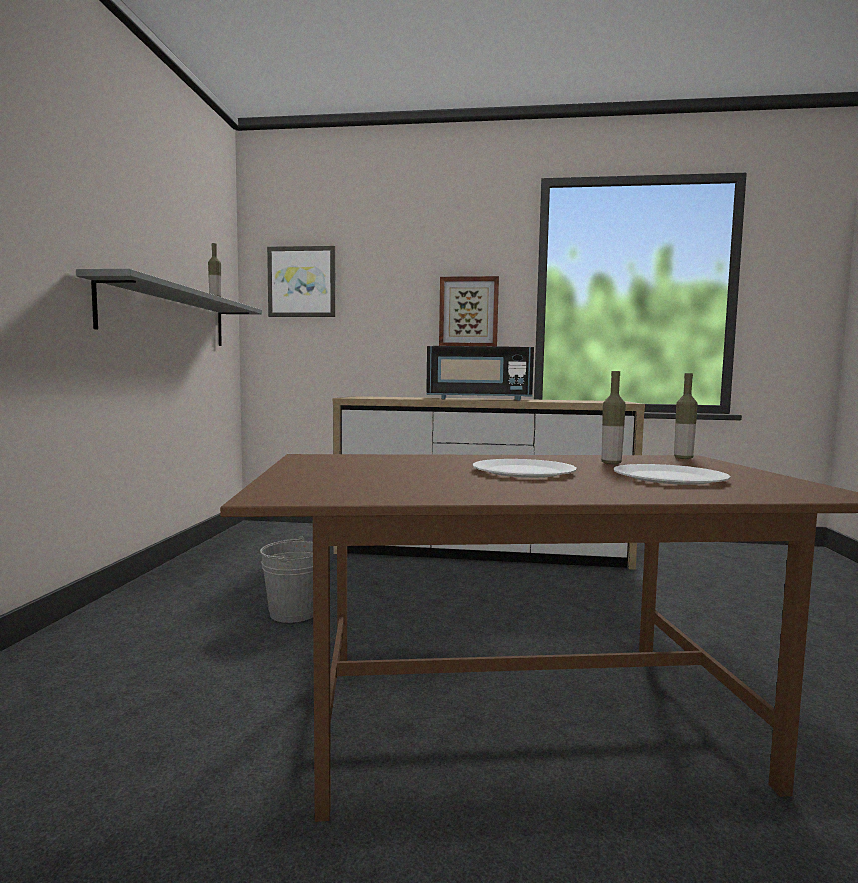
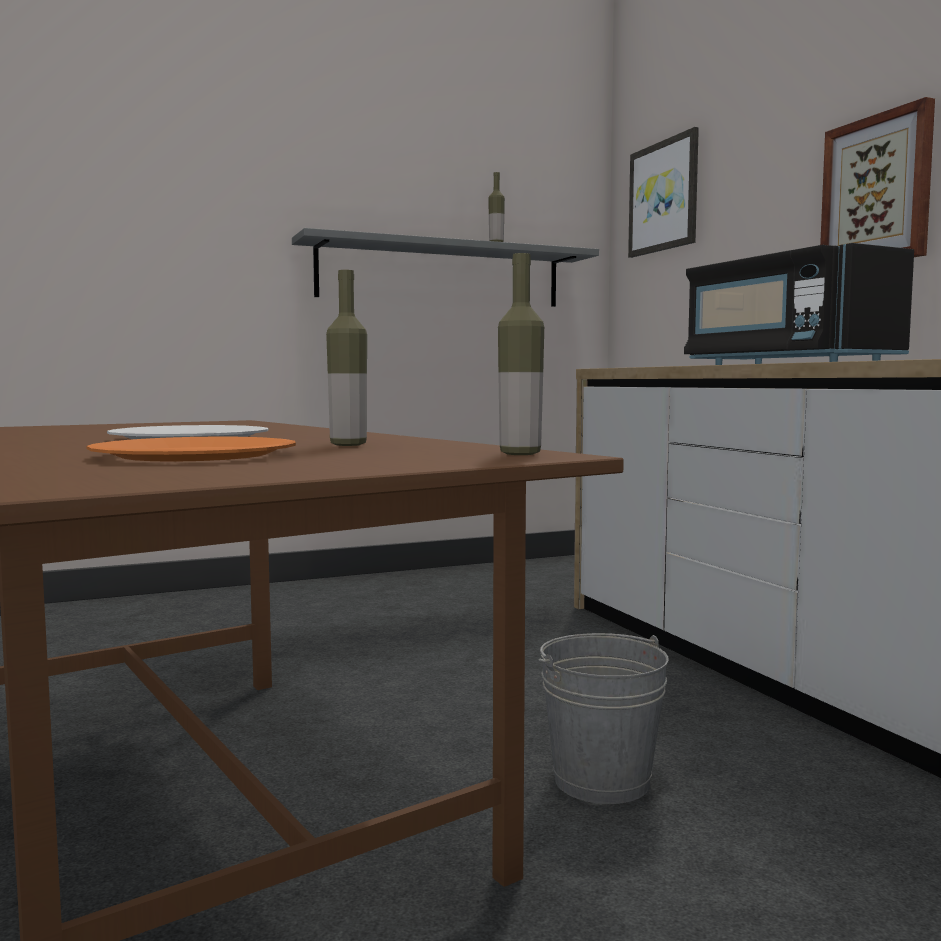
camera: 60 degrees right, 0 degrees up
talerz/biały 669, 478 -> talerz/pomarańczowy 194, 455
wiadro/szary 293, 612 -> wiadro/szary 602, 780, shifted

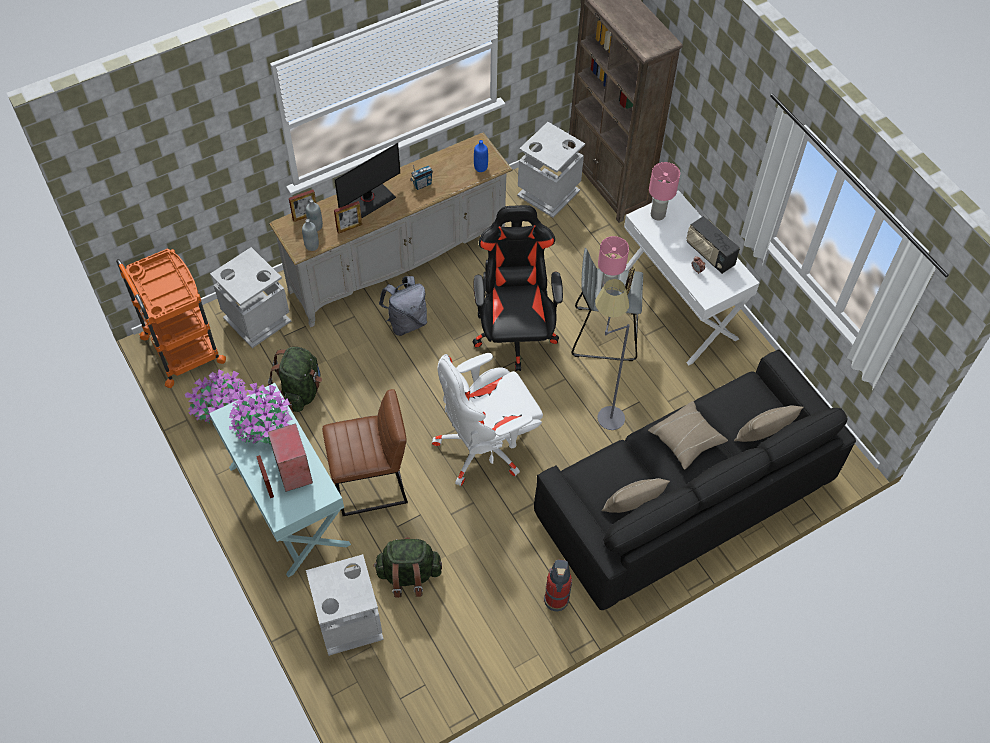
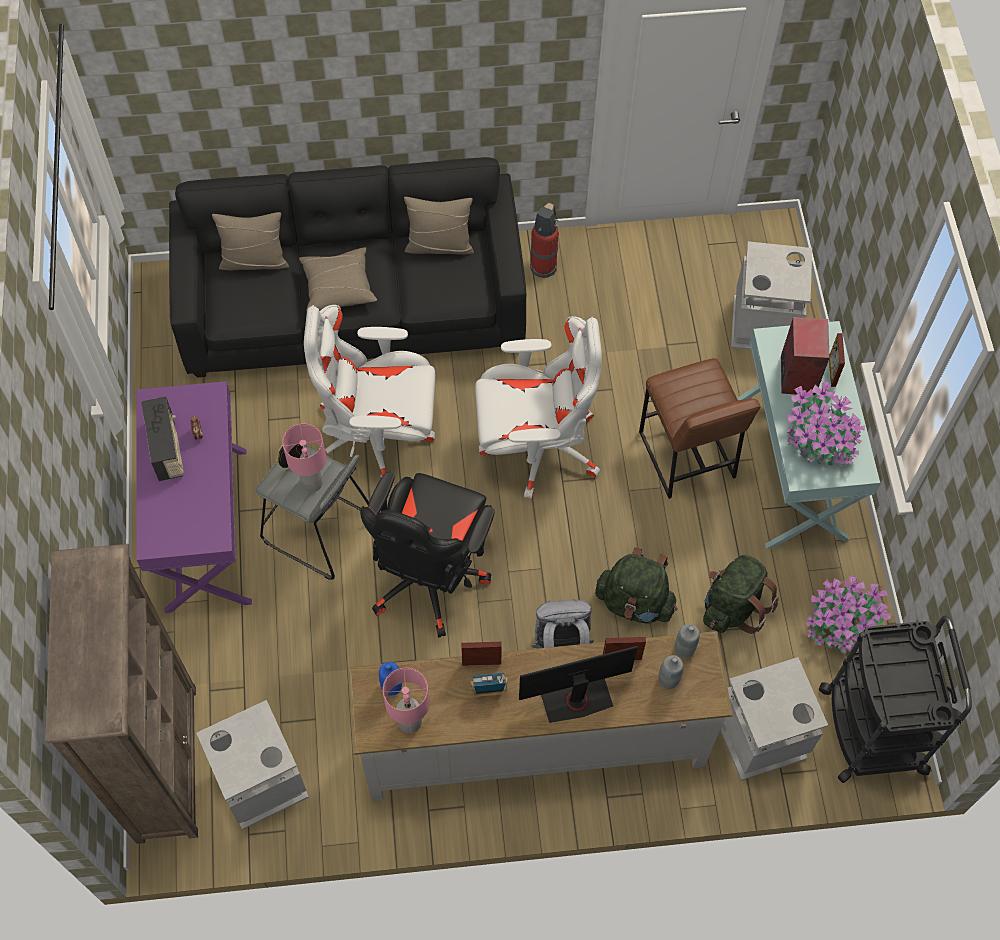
camera: 155 degrees left, 5 degrees up
biurko/biały 678, 307 -> biurko/fioletowy 205, 529
lampa stojąca/szary 602, 409 -> krzesło biurowe/biały 380, 437
lampa stołowa/różowy 657, 215 -> lampa stołowa/różowy 410, 722, shifted
ramka na zdjęcie 305, 216 -> ramka na zdjęcie 481, 662, shifted
plecak/zielony 409, 575 -> plecak/zielony 635, 602, shifted
krzesło/brązowy 371, 483 -> krzesło/brązowy 687, 456, 120 degrees counterclockwise
wózek/pomarańczowy 184, 350 -> wózek/czarny 871, 729

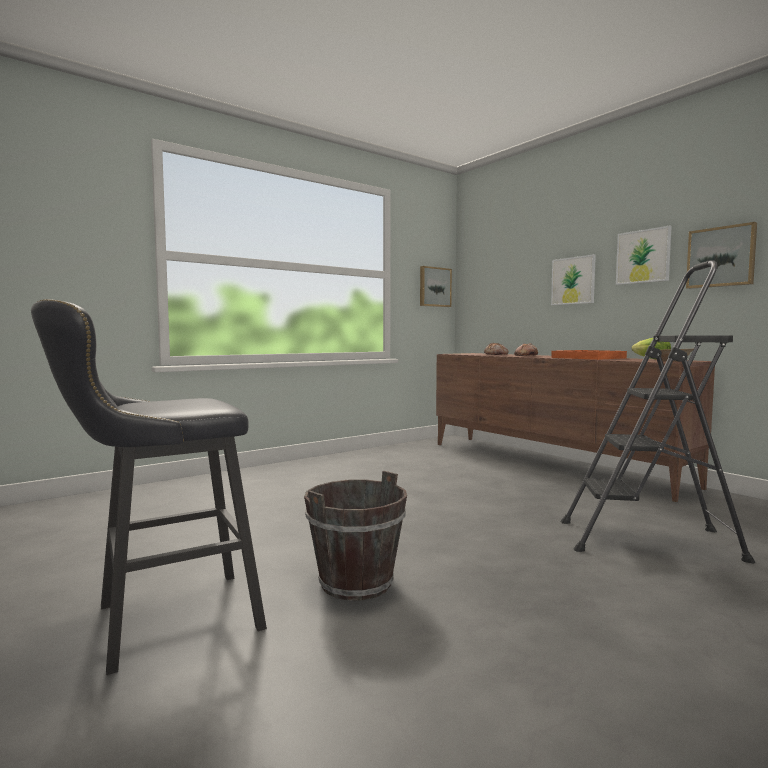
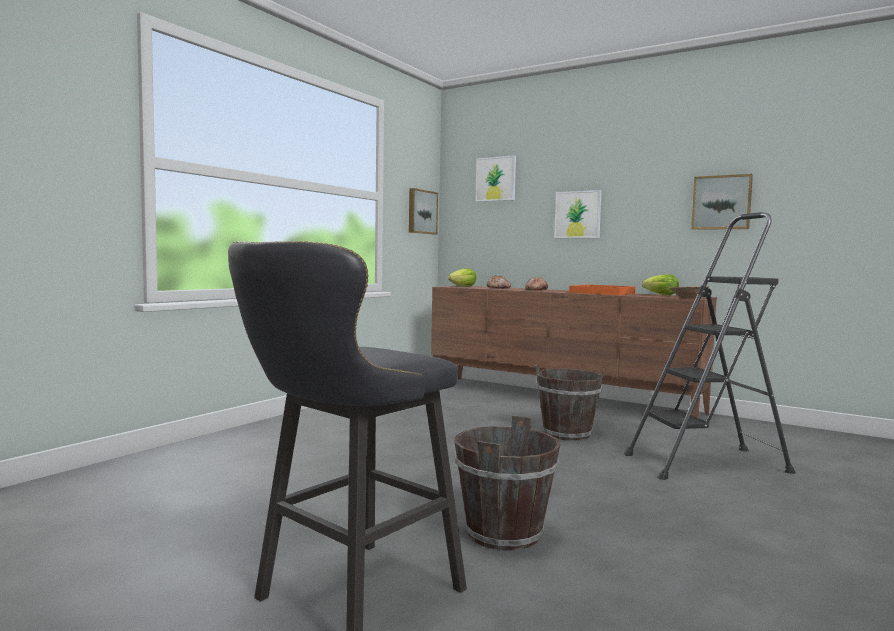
camera: 20 degrees left, 0 degrees up
none -> sałata 463, 286
obraz 643, 256 -> obraz 495, 179, shifted
none -> wiadro/brązowy 566, 434

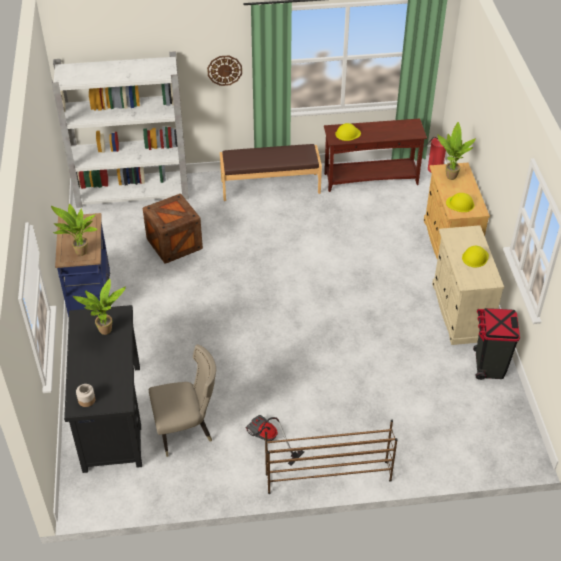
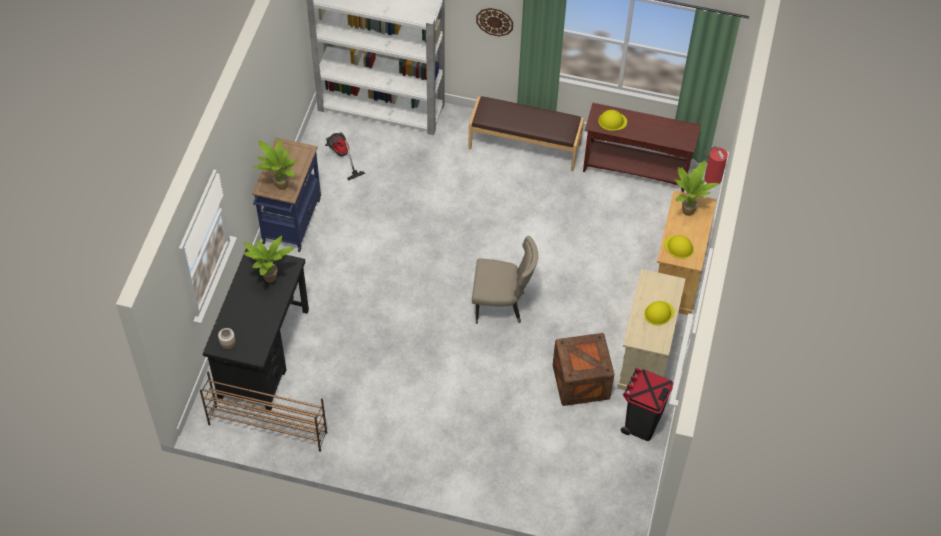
camera: 20 degrees right, 10 degrees up
regał na buty/brązowy 327, 477 -> regał na buty/brązowy 267, 428, shifted
odkurzacz 268, 440 -> odkurzacz 341, 155, shifted
krzesło/beżowy 187, 430 -> krzesło/beżowy 502, 305, shifted
skrzynka 174, 244 -> skrzynka 581, 382, shifted

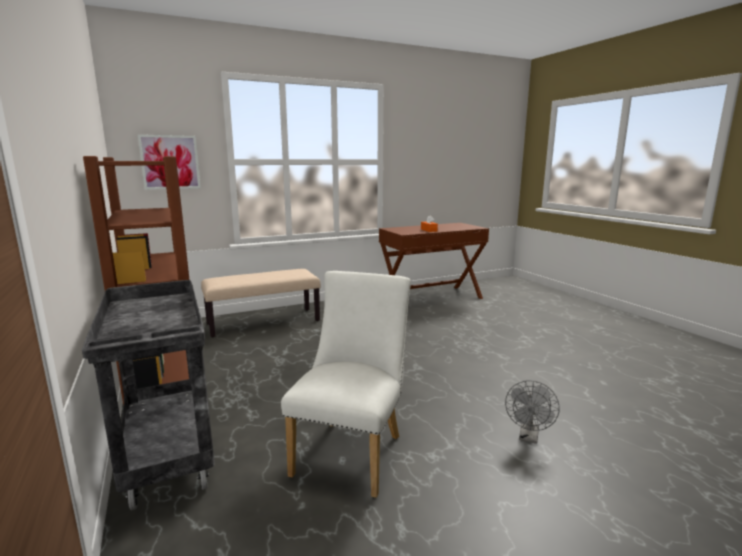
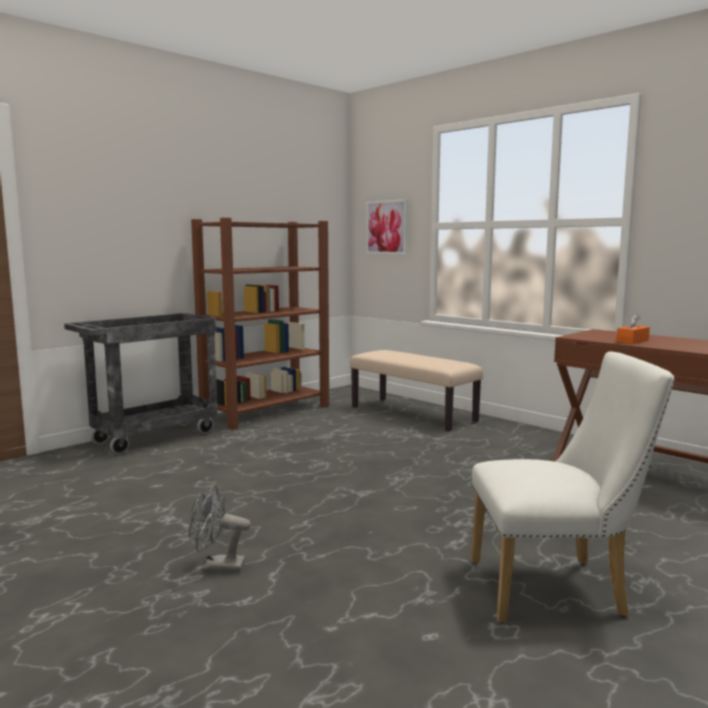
camera: 70 degrees right, 5 degrees down
krzesło/biały 352, 450 -> krzesło/biały 557, 588, shifted

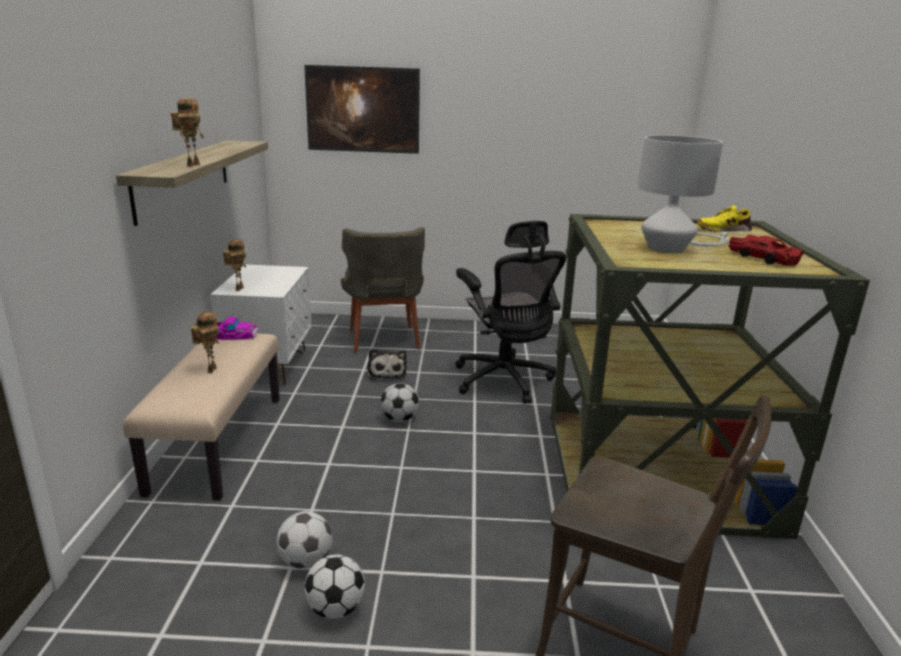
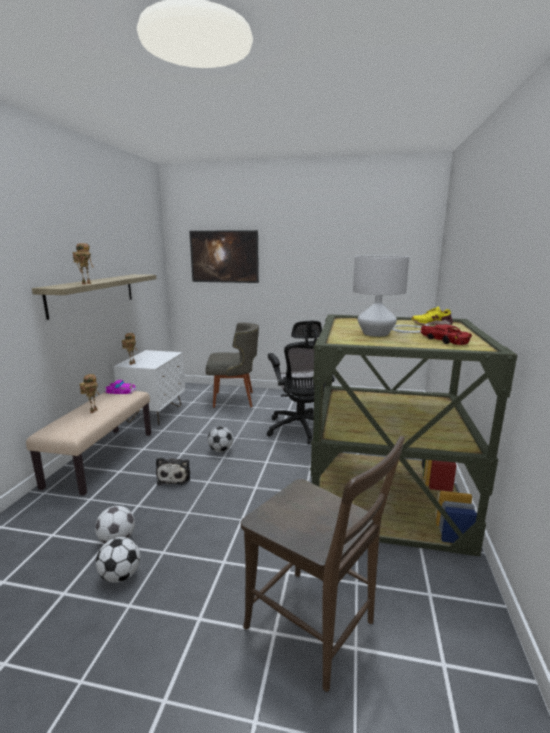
camera: 10 degrees right, 5 degrees down
pluszak 386, 372 -> pluszak 175, 477, shifted
krzesło/szary 384, 339 -> krzesło/szary 233, 400, 90 degrees counterclockwise

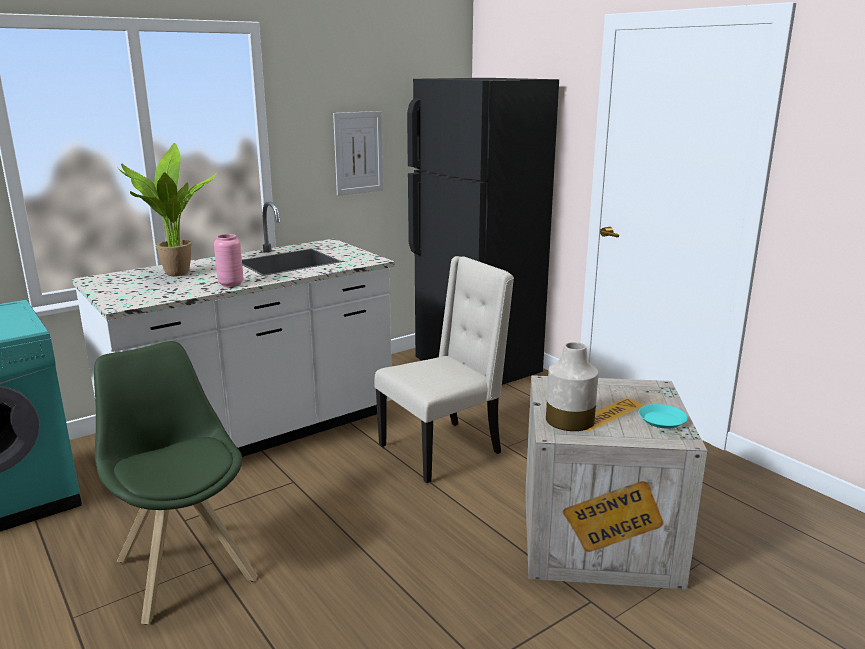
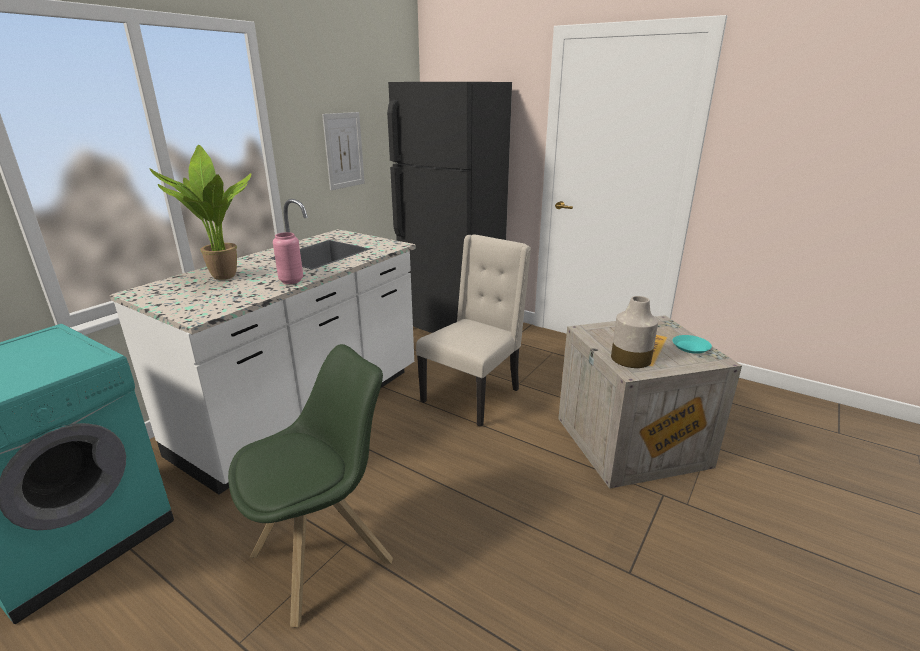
camera: 20 degrees left, 5 degrees up
krzesło/zielony 184, 569 -> krzesło/zielony 323, 558, 105 degrees clockwise

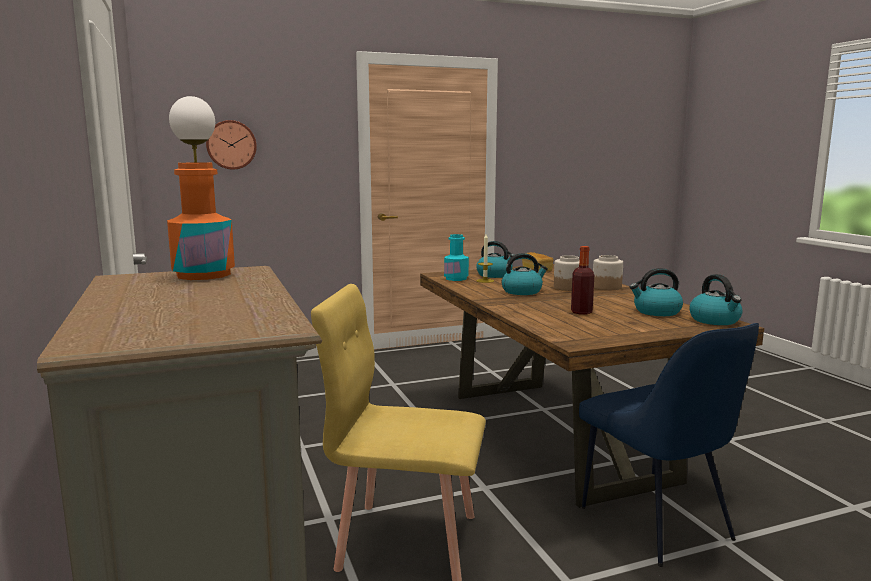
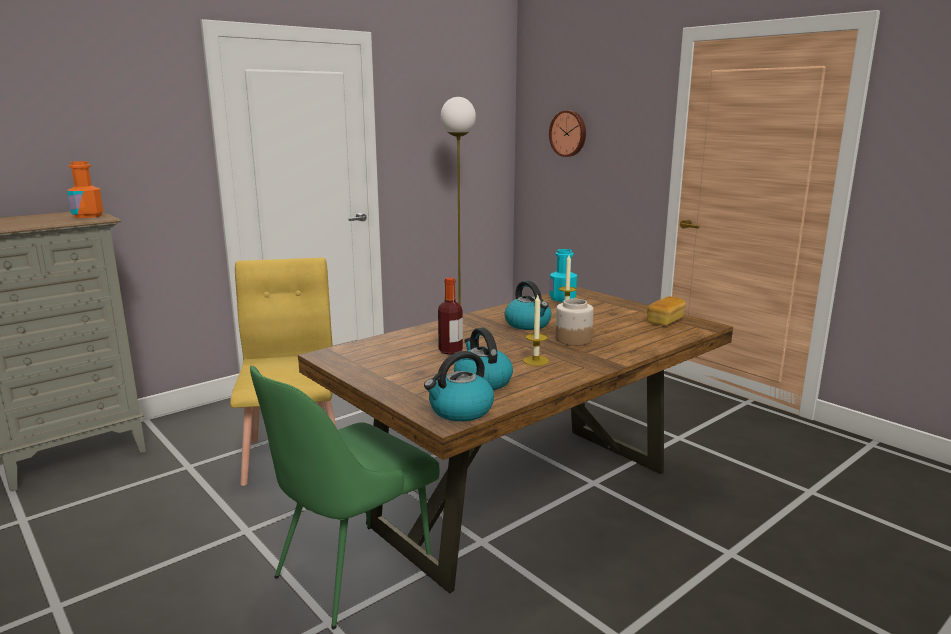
camera: 70 degrees right, 5 degrees up
krzesło/niebieski 657, 523 -> krzesło/zielony 353, 574
none -> świeca 535, 361
czajnik 495, 275 -> none
słoik 606, 287 -> none

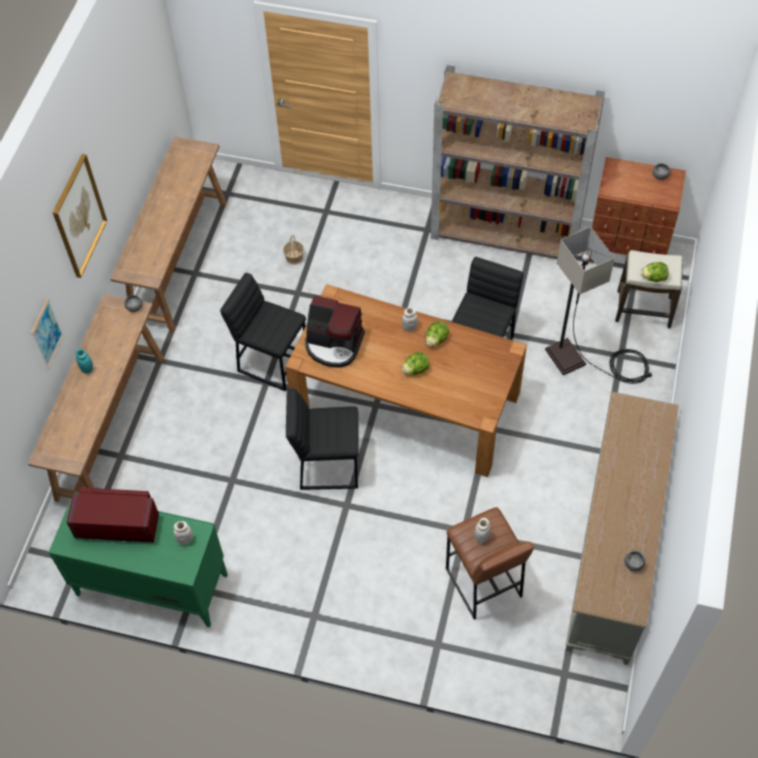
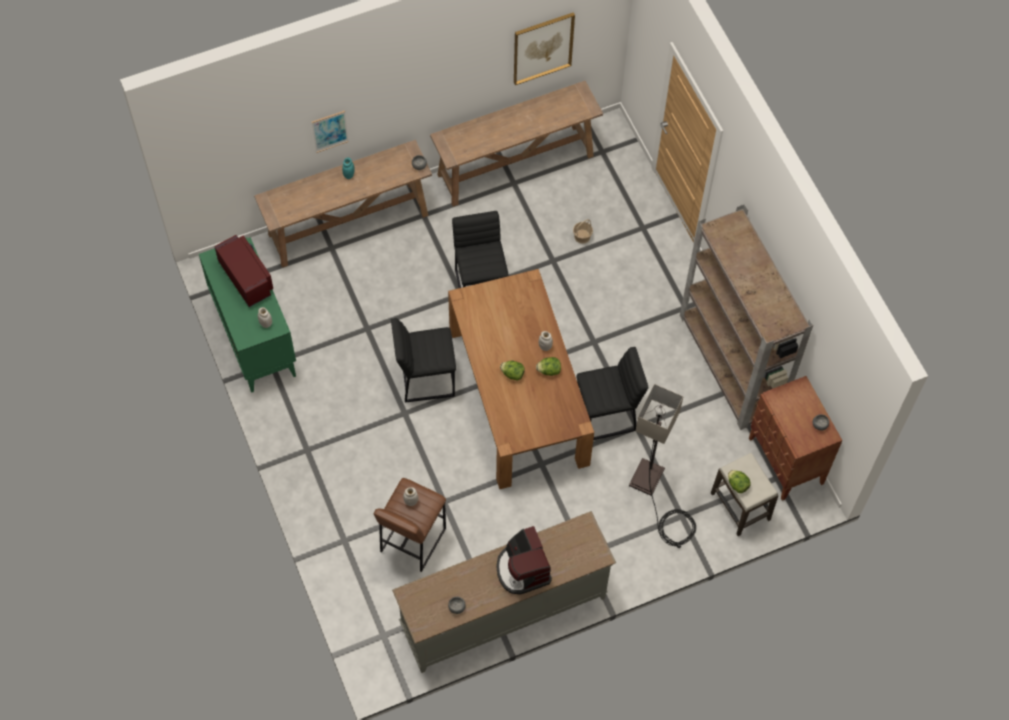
camera: 50 degrees right, 5 degrees up
krzesło/czarny 327, 466 -> krzesło/czarny 425, 379, 60 degrees counterclockwise
ekspres do kawy 334, 344 -> ekspres do kawy 522, 569, shifted
obraz 79, 216 -> obraz 543, 48, shifted

